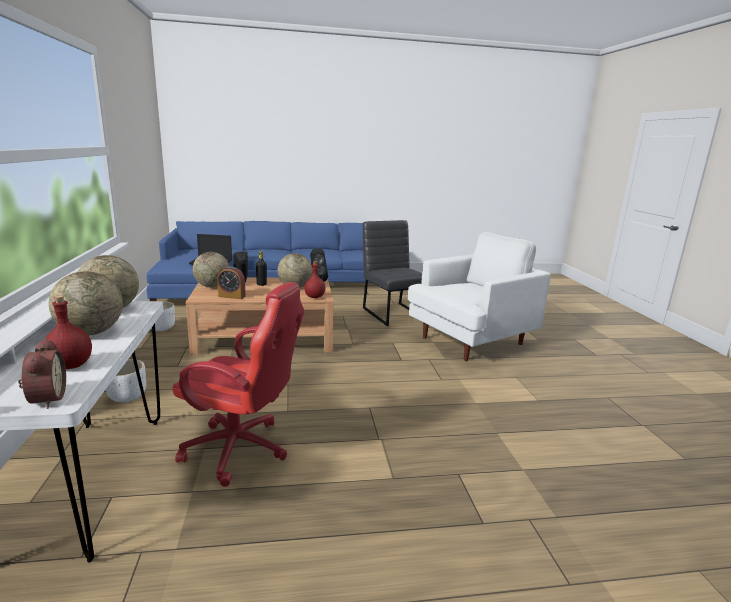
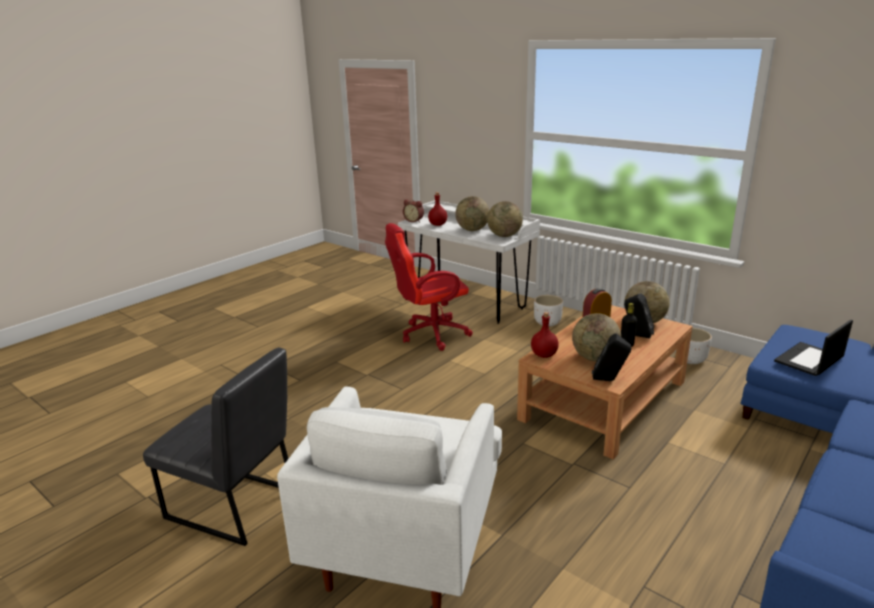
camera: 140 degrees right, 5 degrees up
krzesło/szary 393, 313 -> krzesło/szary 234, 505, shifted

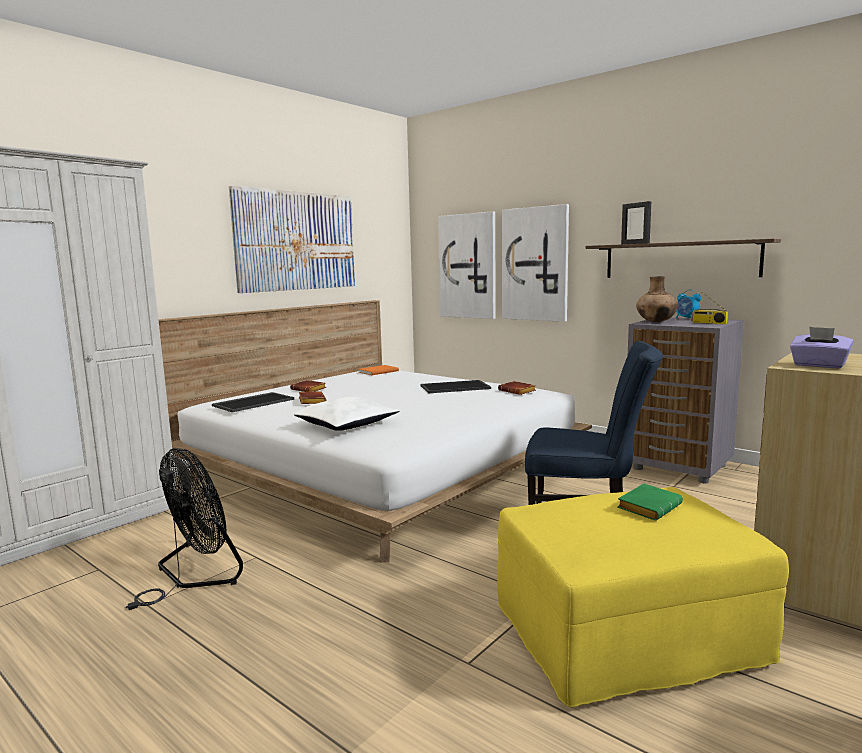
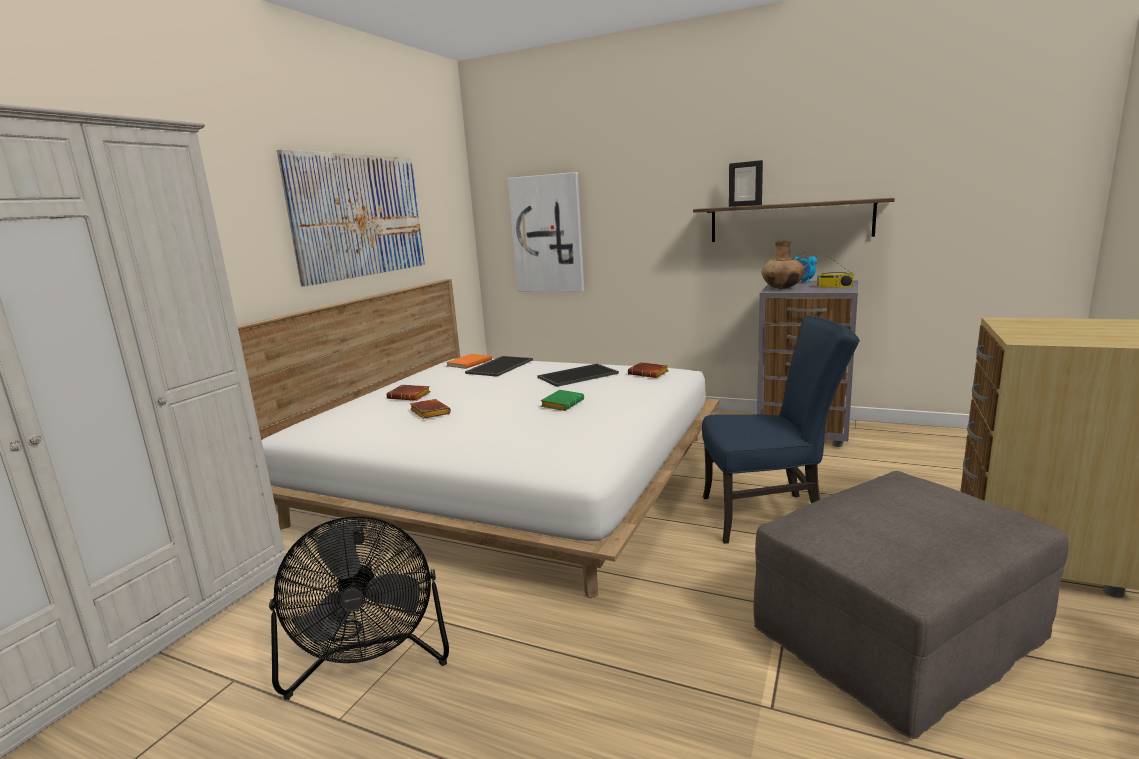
camera: 15 degrees left, 5 degrees up
wentylator/czarny 188, 573 -> wentylator/czarny 364, 660, 135 degrees clockwise
taca 253, 402 -> taca 499, 366, shifted
książka/zielony 648, 507 -> książka/zielony 562, 404, shifted
pufa/żółty 626, 636 -> pufa/szary 897, 637
poduszka/biały 347, 424 -> none
obraz 535, 264 -> none
pudełko chusteczek/fioletowy 819, 365 -> none

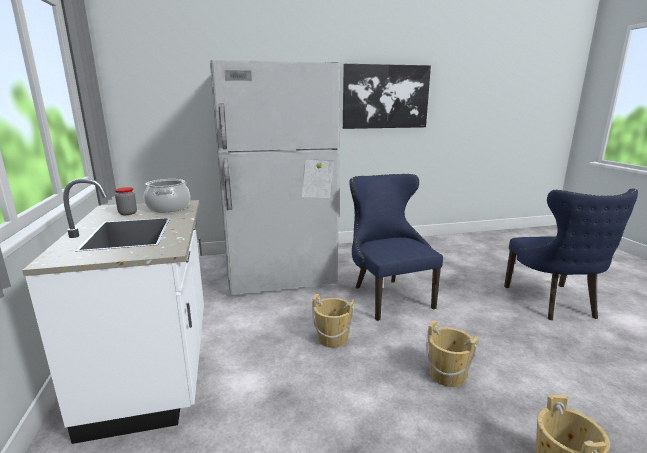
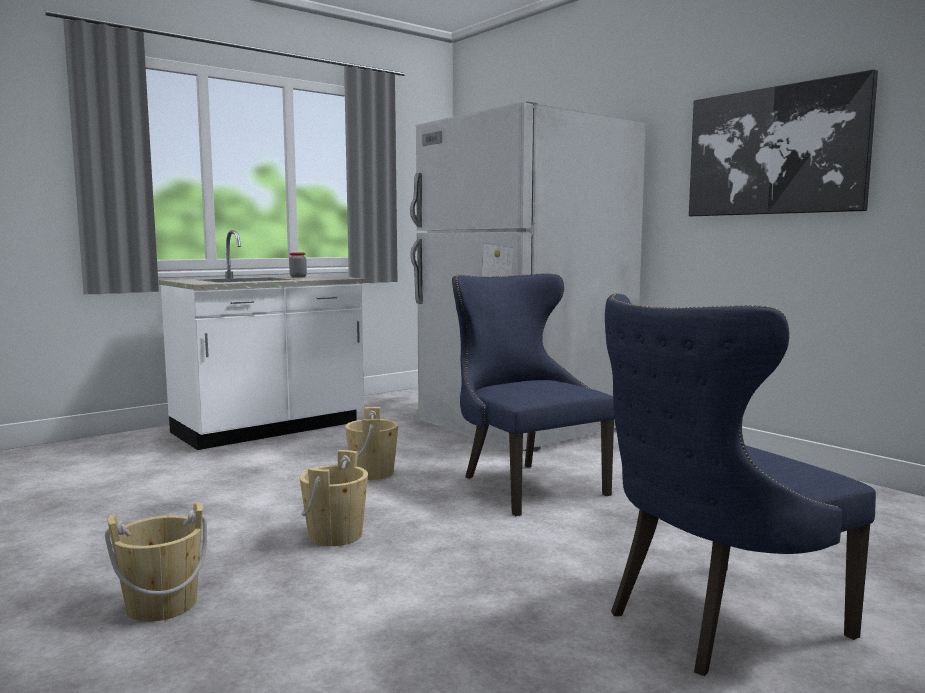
camera: 65 degrees right, 10 degrees down
krzesło/niebieski 388, 296 -> krzesło/niebieski 526, 485, 75 degrees counterclockwise
garnek 168, 208 -> none

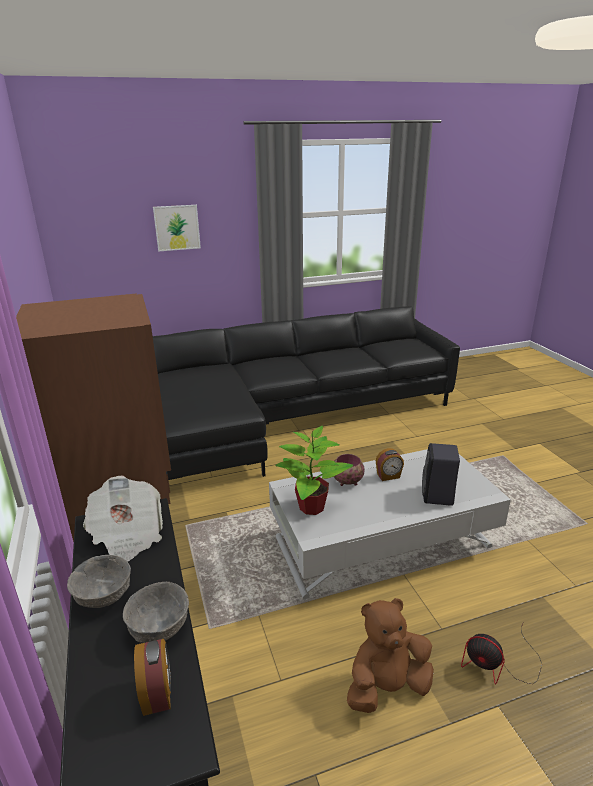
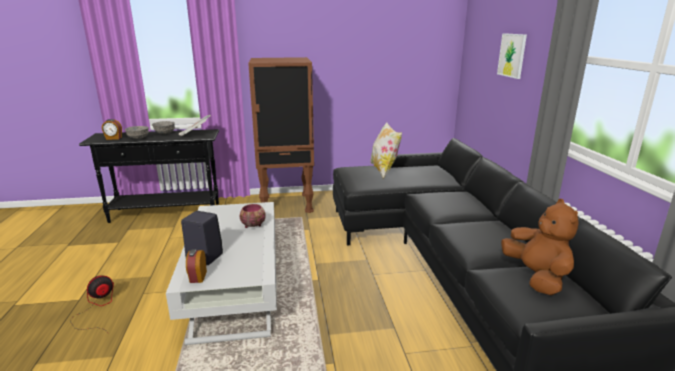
camera: 100 degrees right, 5 degrees down
budzik 388, 476 -> budzik 197, 277, shifted
none -> poduszka 384, 170
pluszak/brązowy 387, 686 -> pluszak/brązowy 536, 277, shifted
roślina doniczkowa 311, 507 -> none

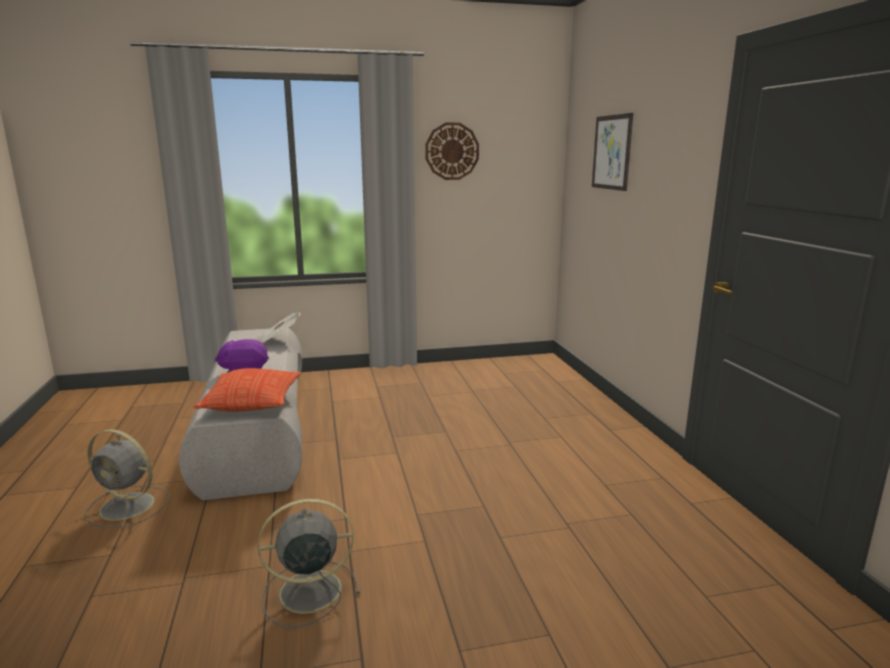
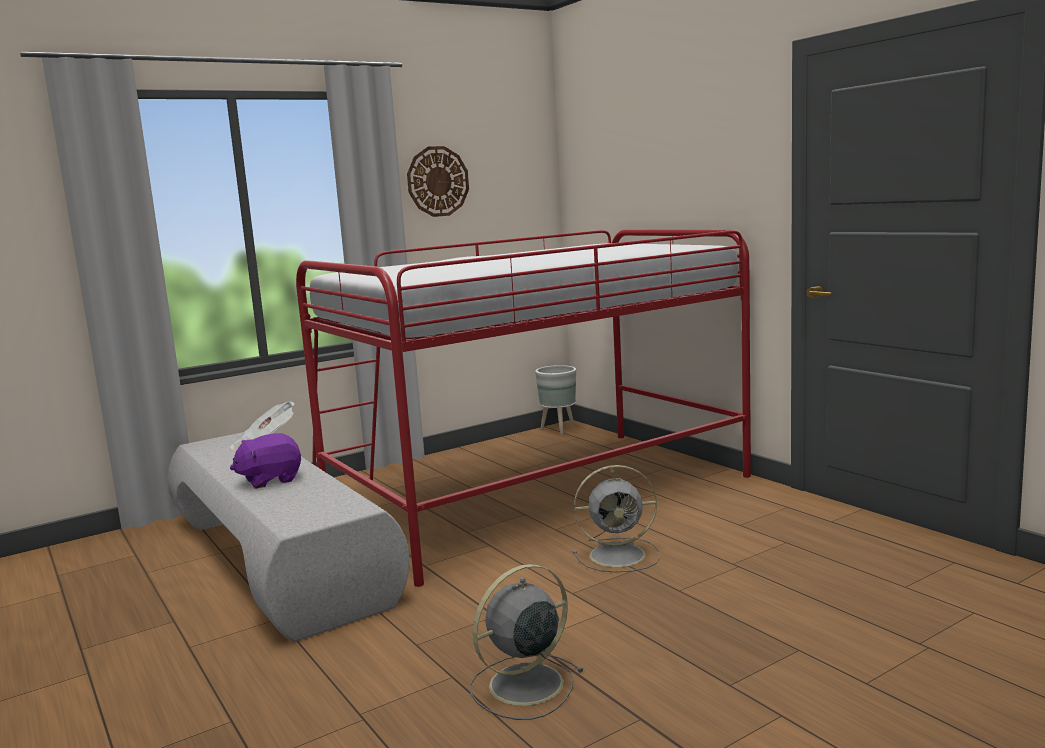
camera: 20 degrees left, 5 degrees down
none -> łóżko/czerwony 534, 496
none -> donica/szary 558, 429
wentylator/szary 129, 507 -> wentylator/szary 620, 555, shifted
poduszka/pomarańczowy 252, 403 -> none
obraz 611, 152 -> none

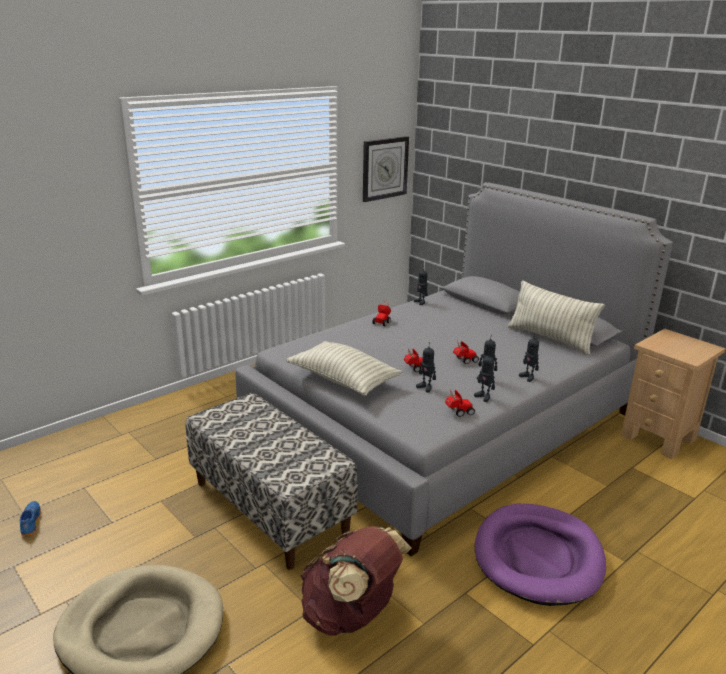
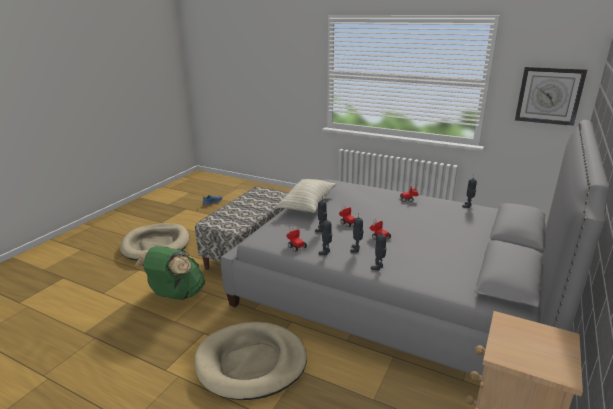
camera: 70 degrees right, 0 degrees up
plecak/brązowy 351, 614 -> plecak/zielony 176, 295
legowisko/fioletowy 538, 557 -> legowisko/beżowy 251, 363
poduszka 550, 339 -> none

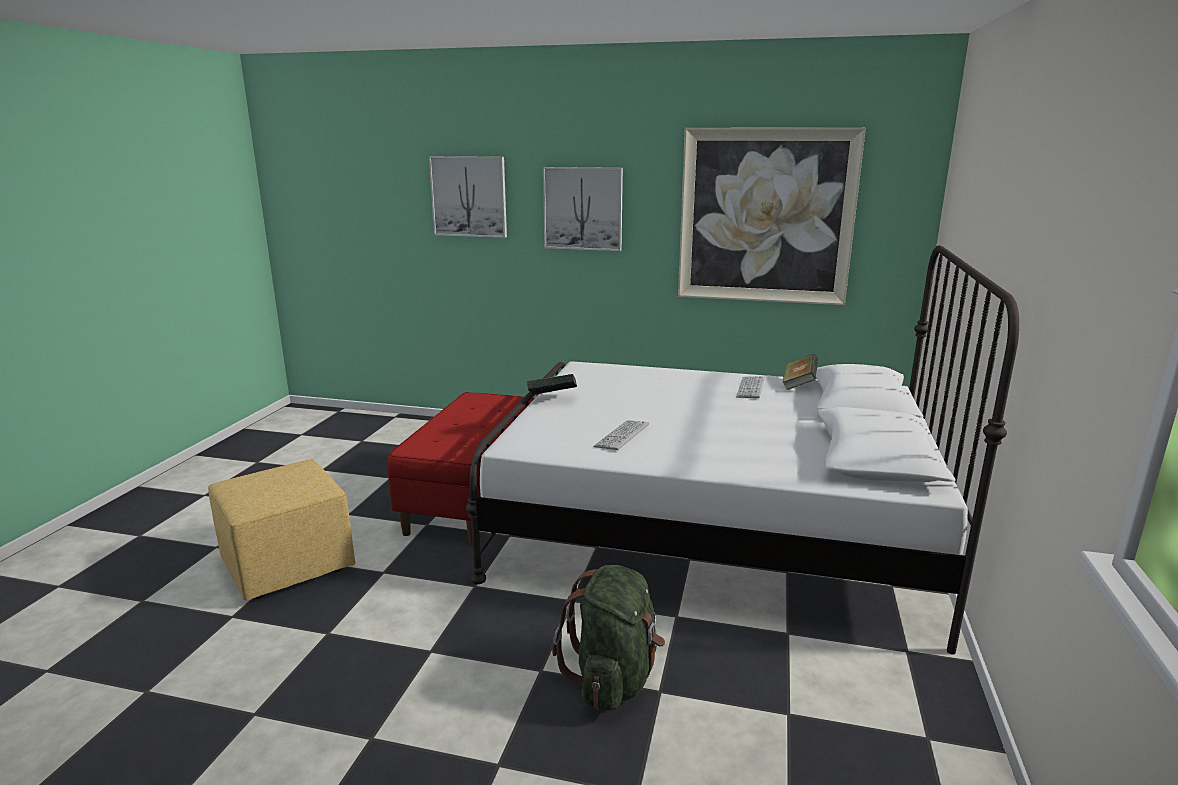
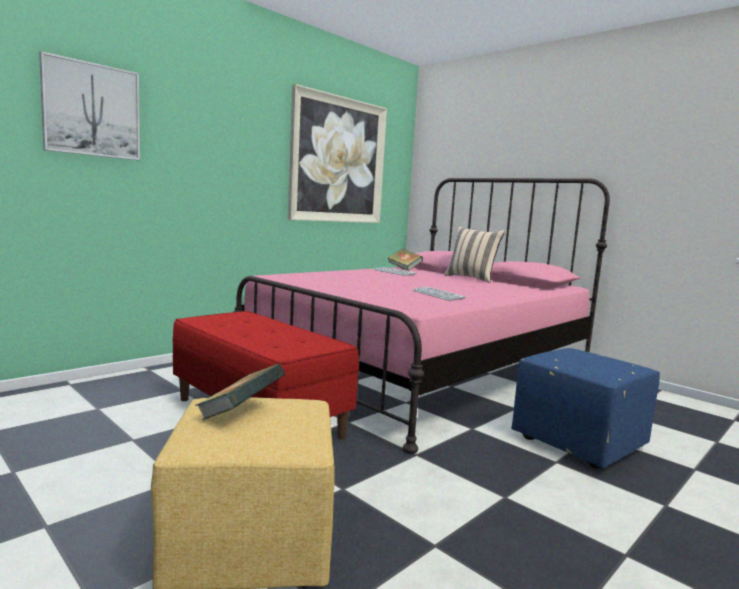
camera: 60 degrees left, 10 degrees down
książka 552, 398 -> książka 240, 414, shifted
łóżko/biały 713, 528 -> łóżko/różowy 421, 371
none -> poduszka/beżowy 471, 278
plecak/zielony 613, 679 -> pufa/niebieski 576, 443
obraz 583, 208 -> none

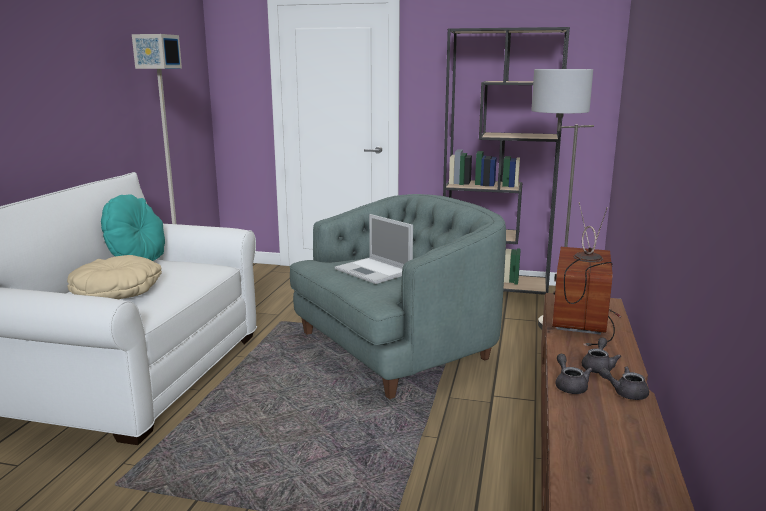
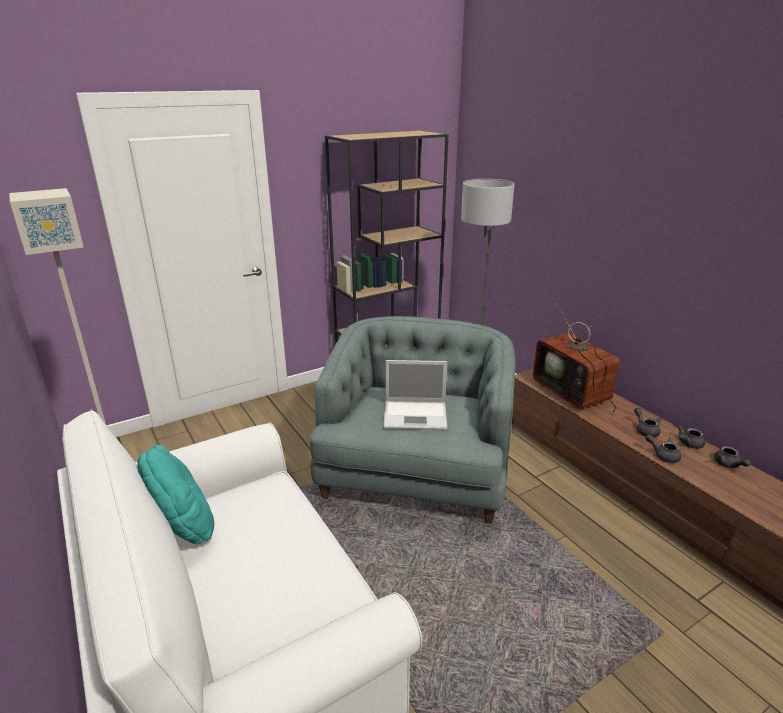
camera: 45 degrees left, 10 degrees up
none -> imbryk/szary 728, 465
poduszka/beżowy 115, 291 -> none

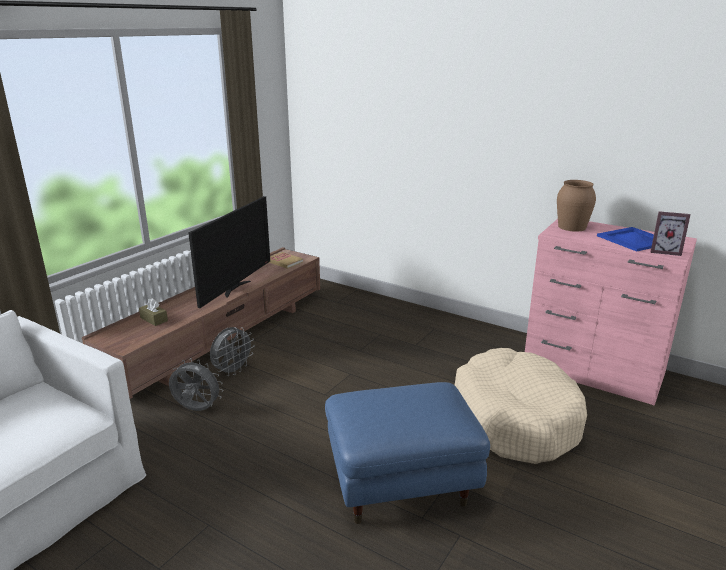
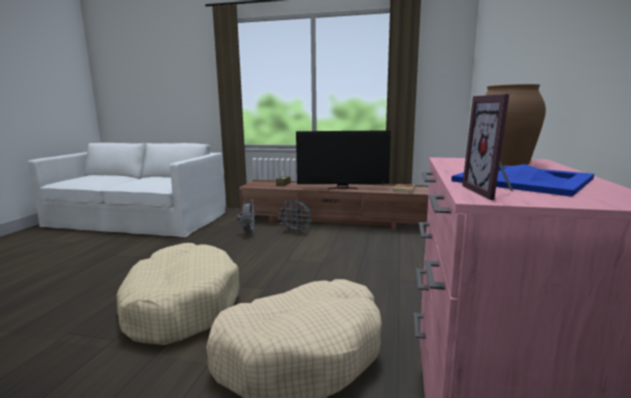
camera: 70 degrees right, 10 degrees down
pufa/niebieski 402, 484 -> legowisko/beżowy 180, 305

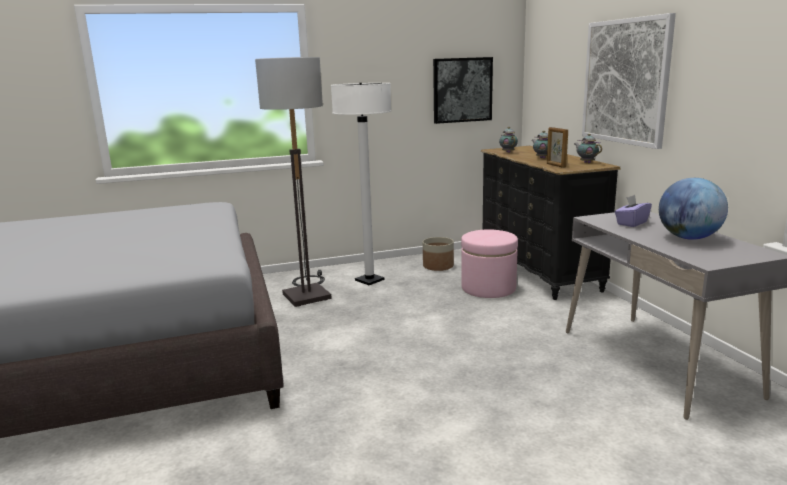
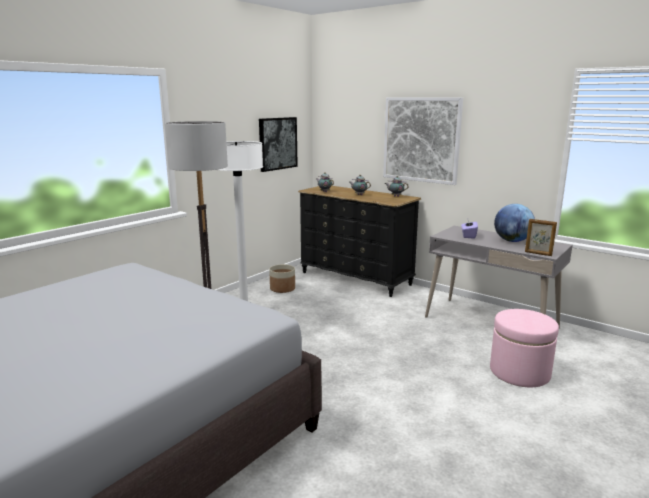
camera: 35 degrees left, 0 degrees up
pufa/różowy 488, 288 -> pufa/różowy 519, 372, shifted
ramka na zdjęcie 555, 165 -> ramka na zdjęcie 538, 253, shifted

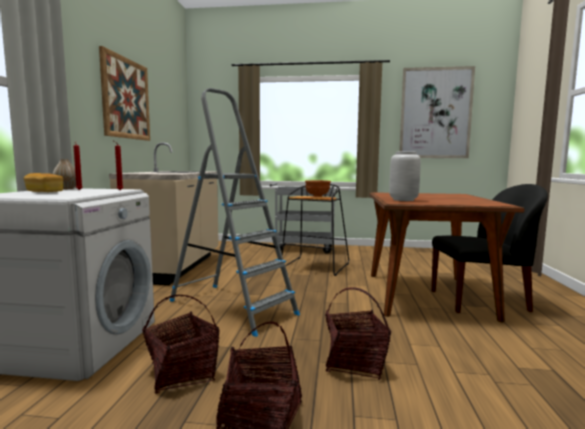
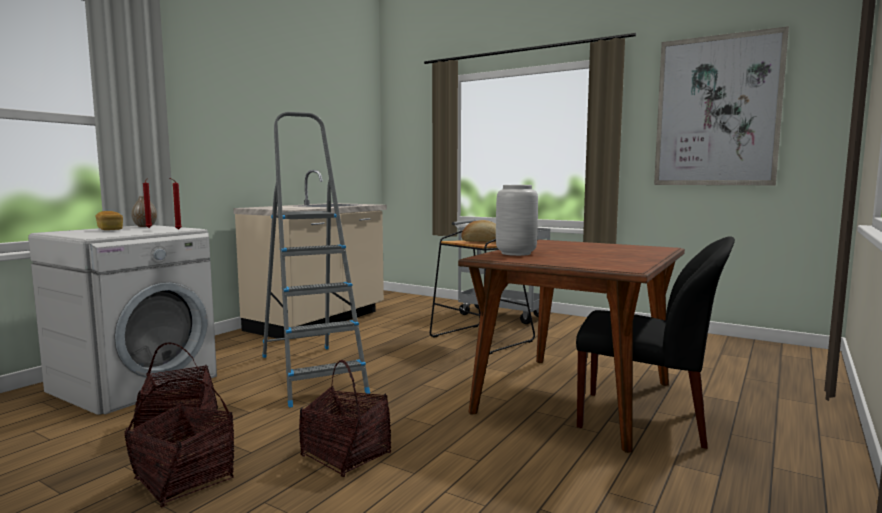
camera: 25 degrees right, 0 degrees up
miska/brązowy 317, 196 -> chleb 481, 241
obraz 126, 98 -> none

